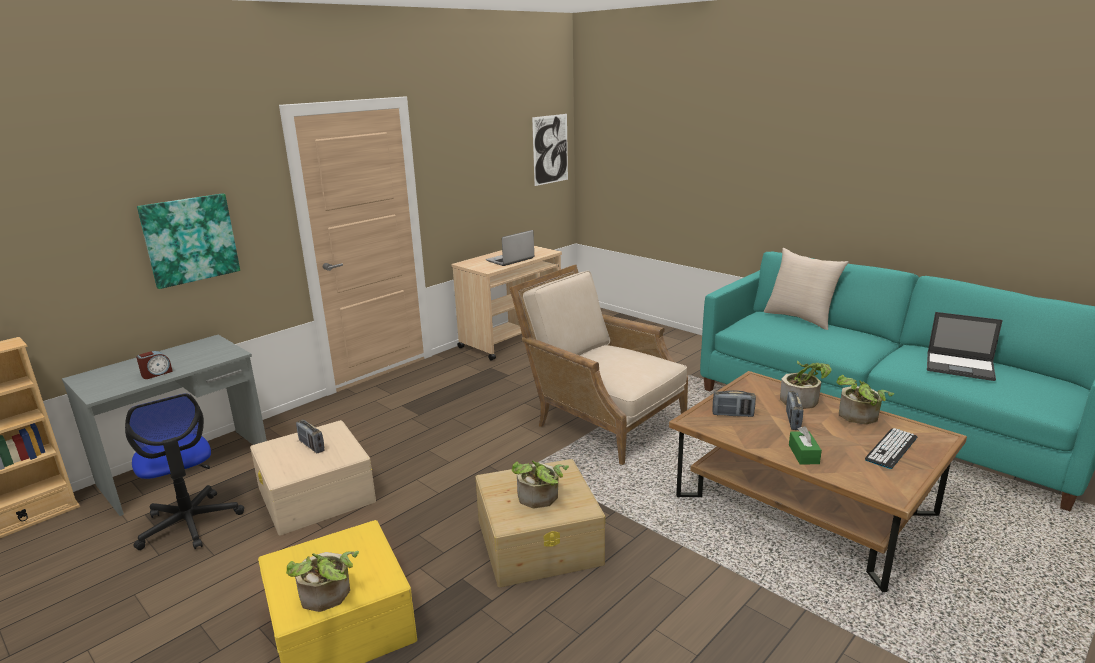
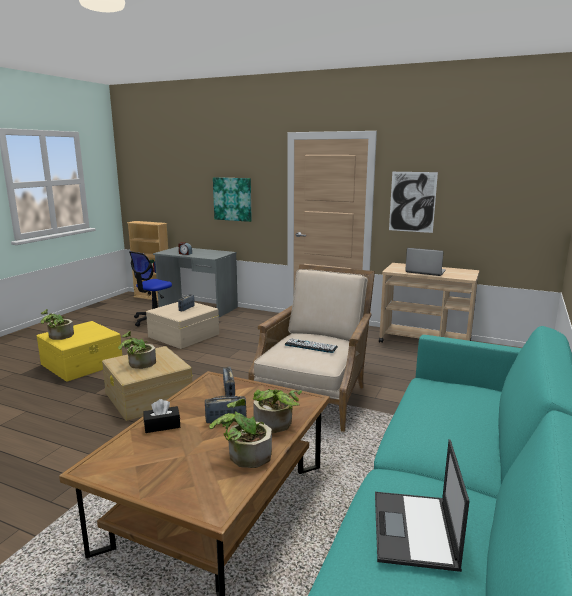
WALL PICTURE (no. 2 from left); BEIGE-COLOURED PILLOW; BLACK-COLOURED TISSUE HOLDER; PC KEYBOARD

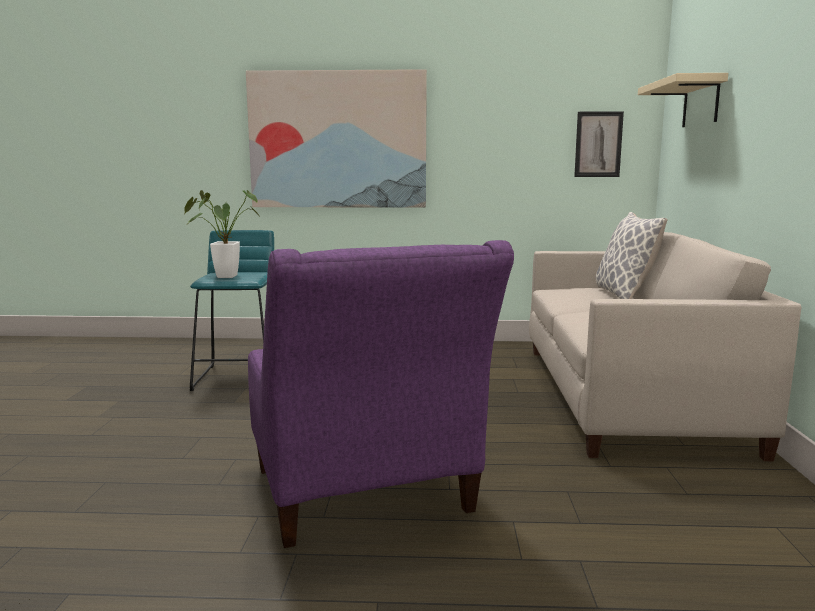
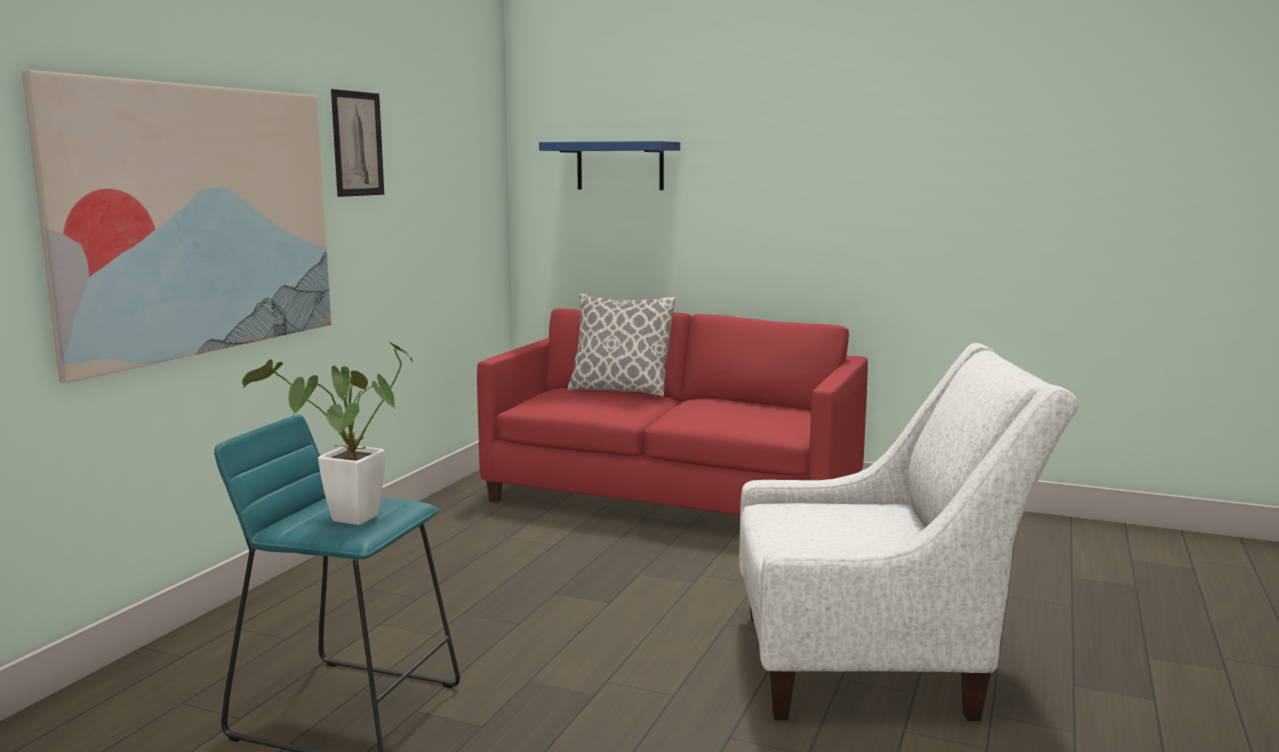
BLUISH SHELF; WALL PICTURE (no. 2 from left); REDDISH COUCH; WHITISH LOUNGE CHAIR

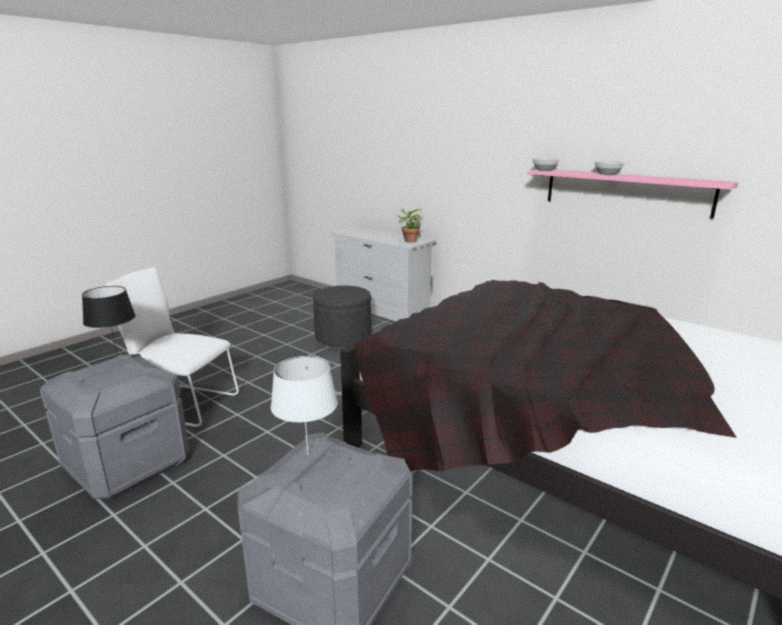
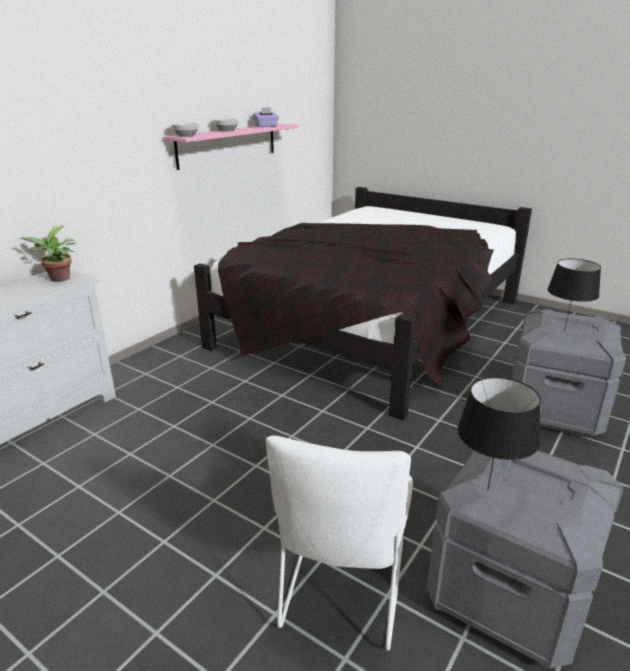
GREYISH FOOTREST; BLACK-COLOURED TABLETOP LAMP (no. 2 from left); PURPLE TISSUE HOLDER

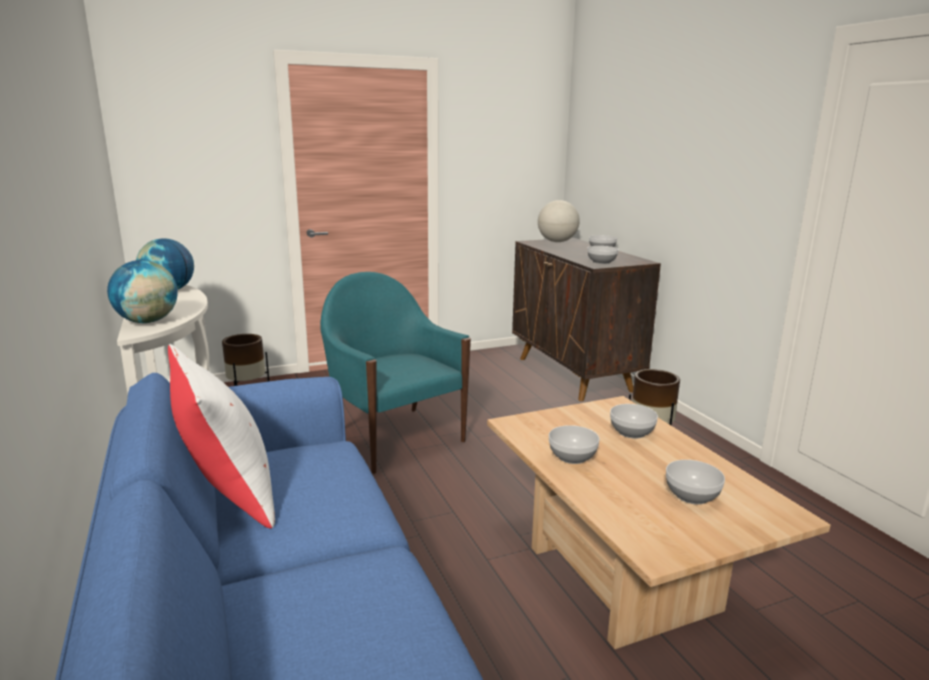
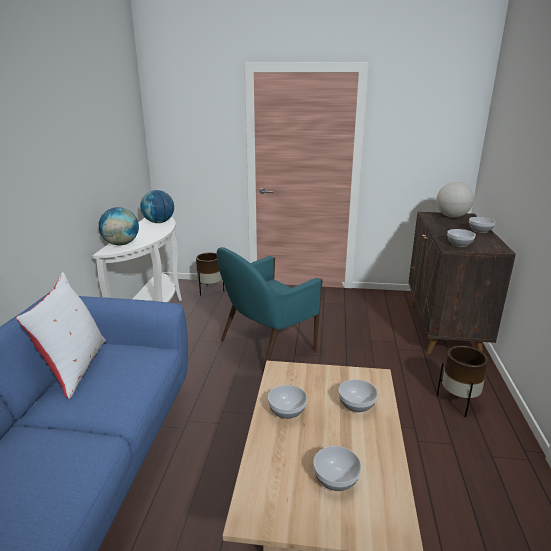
TURQUOISE-COLOURED LOUNGE CHAIR

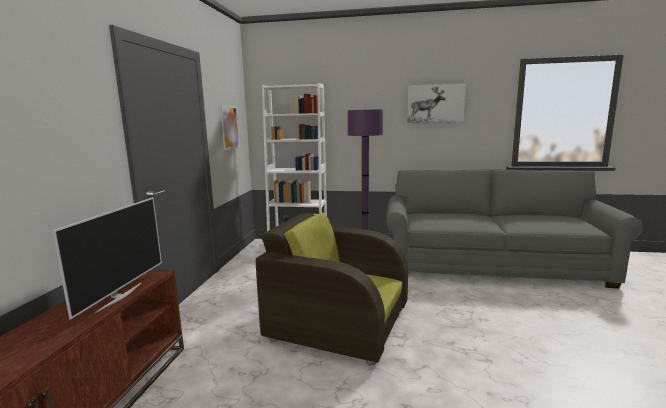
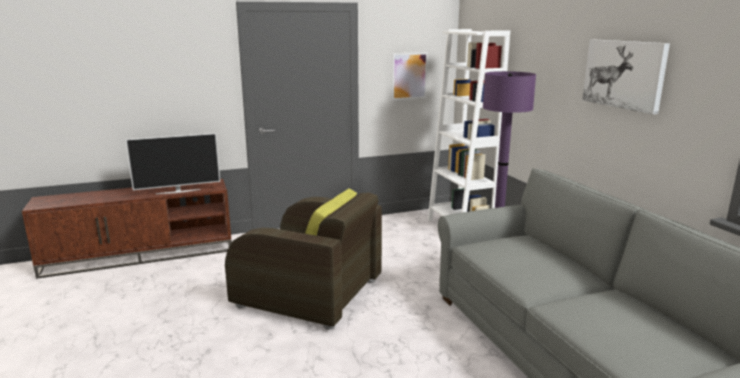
BROWNISH LOUNGE CHAIR

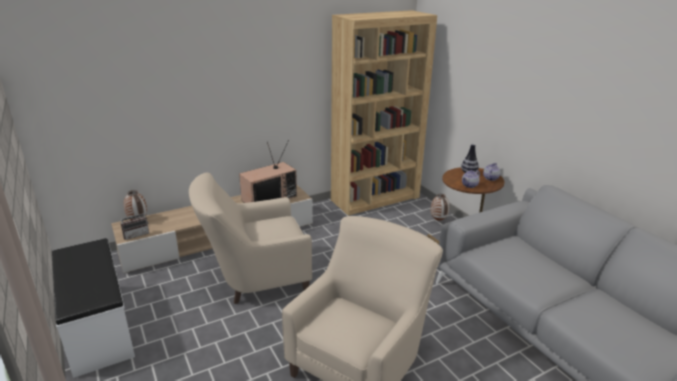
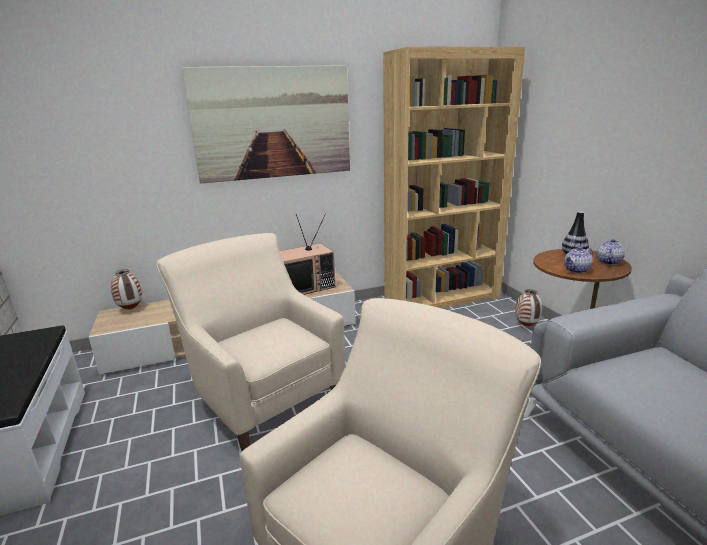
BEIGE-COLOURED LOUNGE CHAIR (no. 1 from left); RADIO RECEIVER; WALL PICTURE

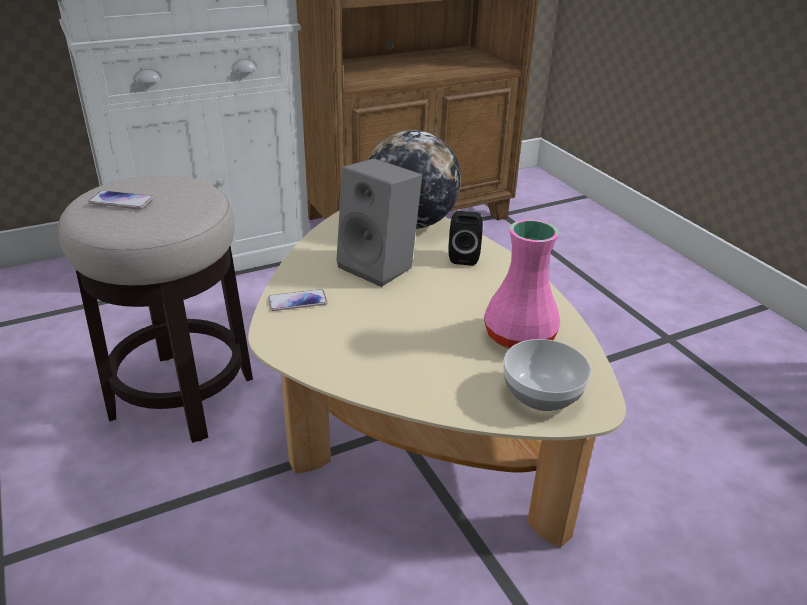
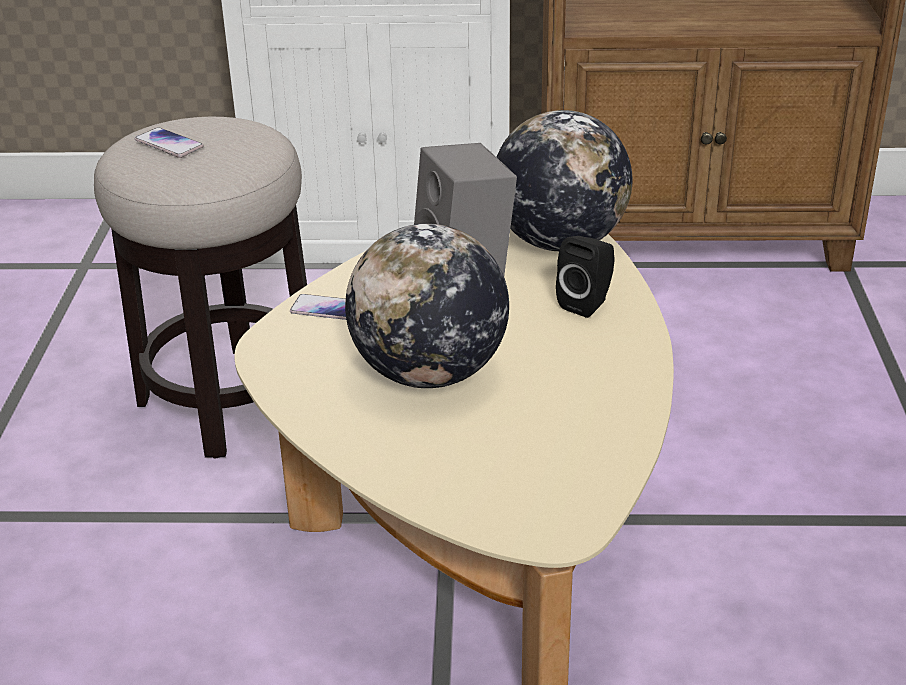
PINKISH FLOWER VASE; BOWL; WORLD GLOBE (no. 1 from left)

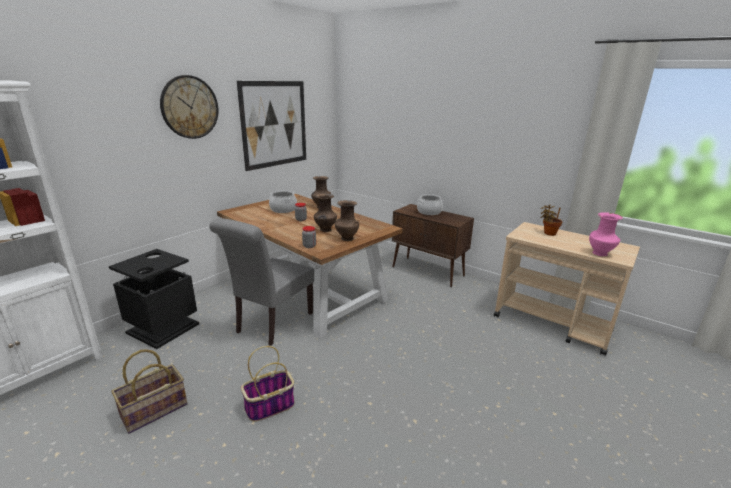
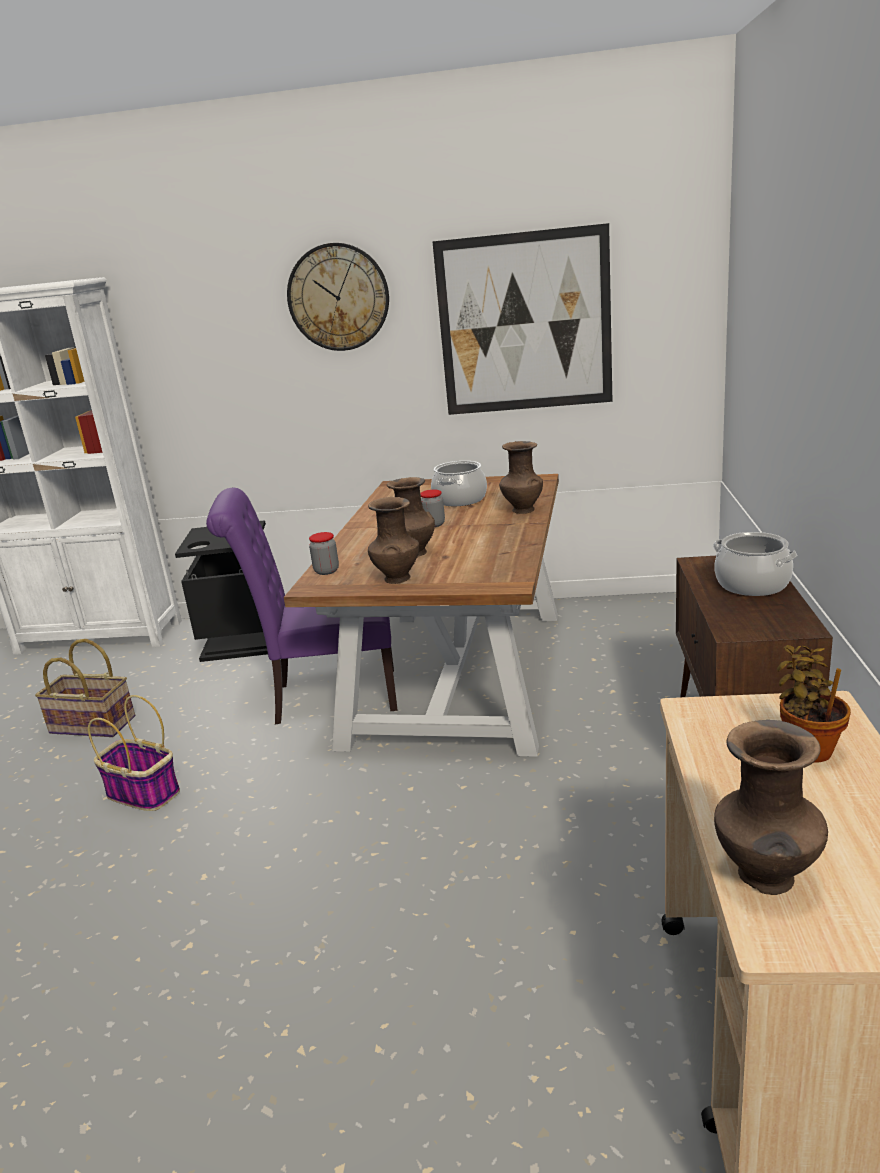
BROWNISH FLOWER VASE (no. 4 from left); PURPLE PLAIN CHAIR

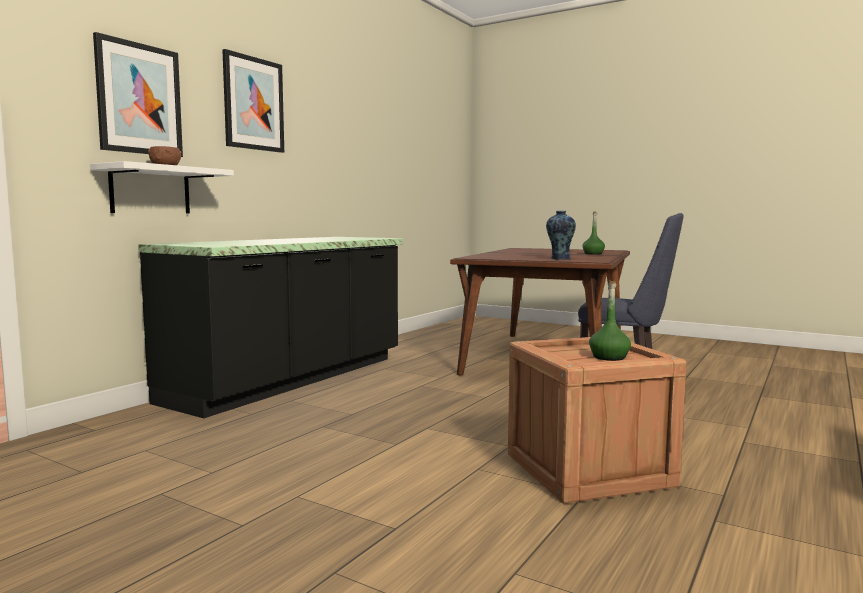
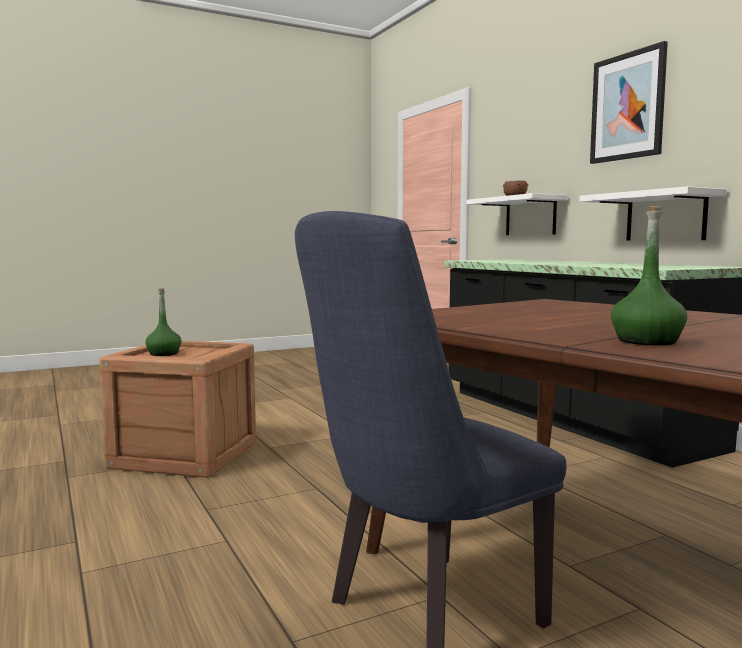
WALL PICTURE (no. 1 from left in the first image); FLOWER VASE; WHITISH SHELF (no. 2 from left)

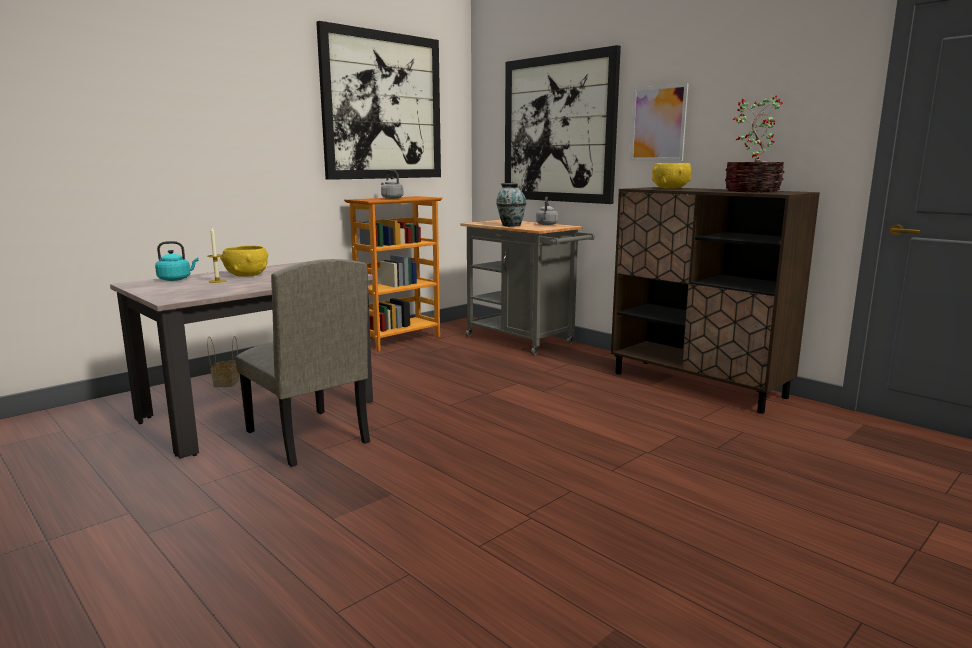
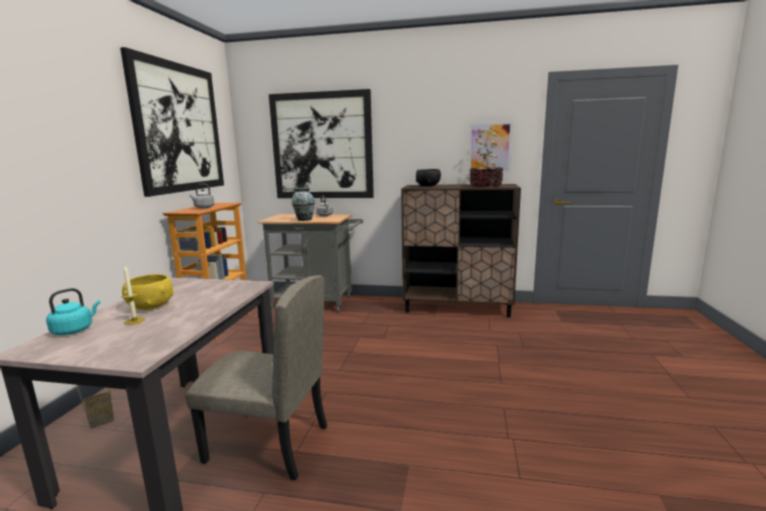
WALL PICTURE (no. 3 from left); BLACK-COLOURED BOWL

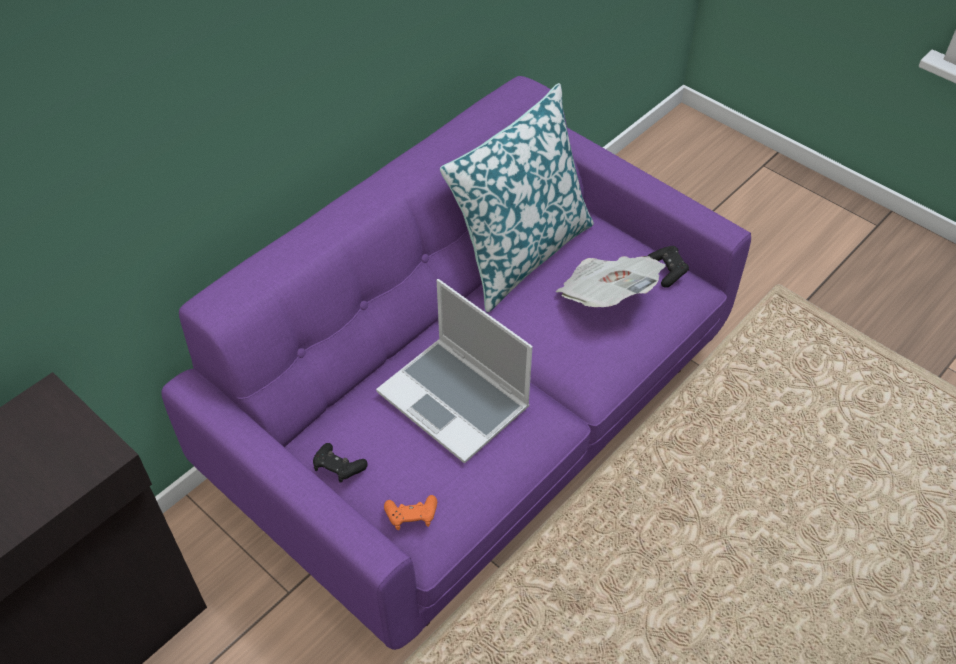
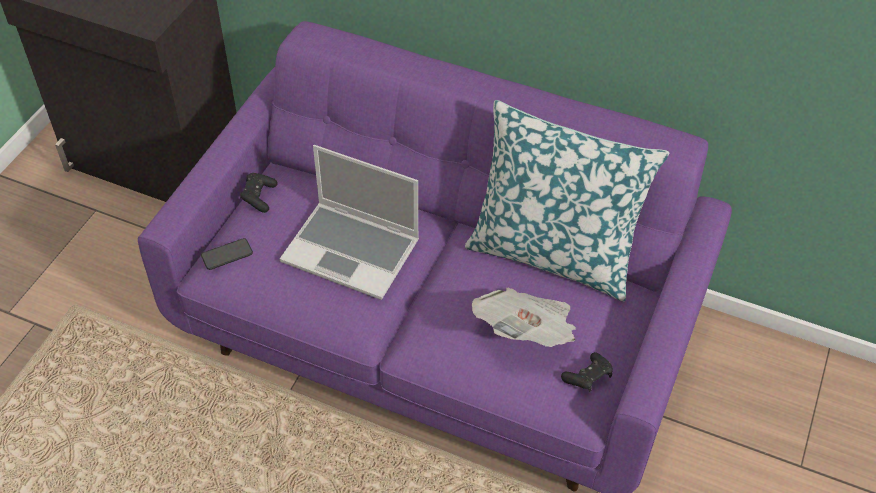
NOTEBOOK COMPUTER; TELEPHONE

